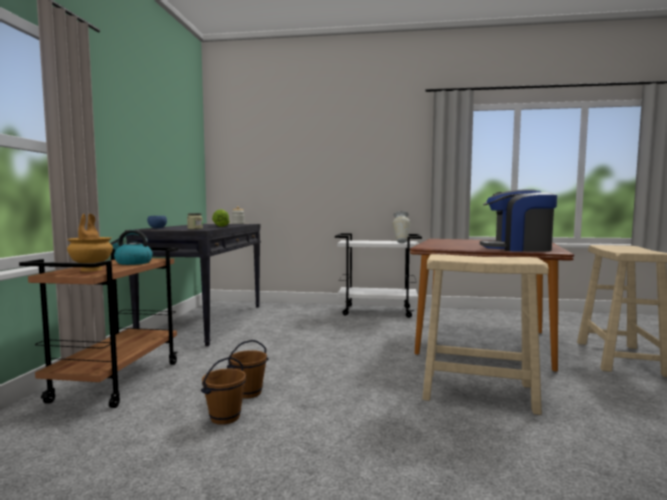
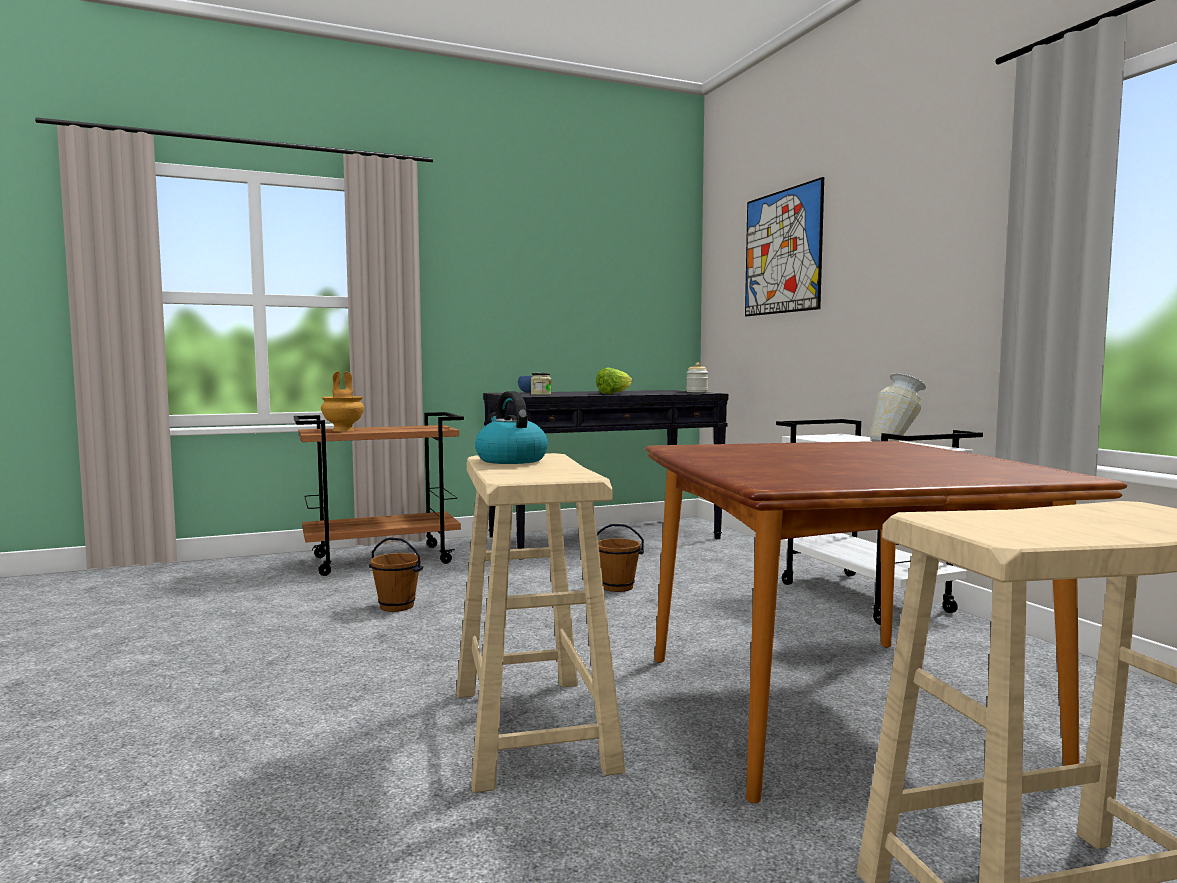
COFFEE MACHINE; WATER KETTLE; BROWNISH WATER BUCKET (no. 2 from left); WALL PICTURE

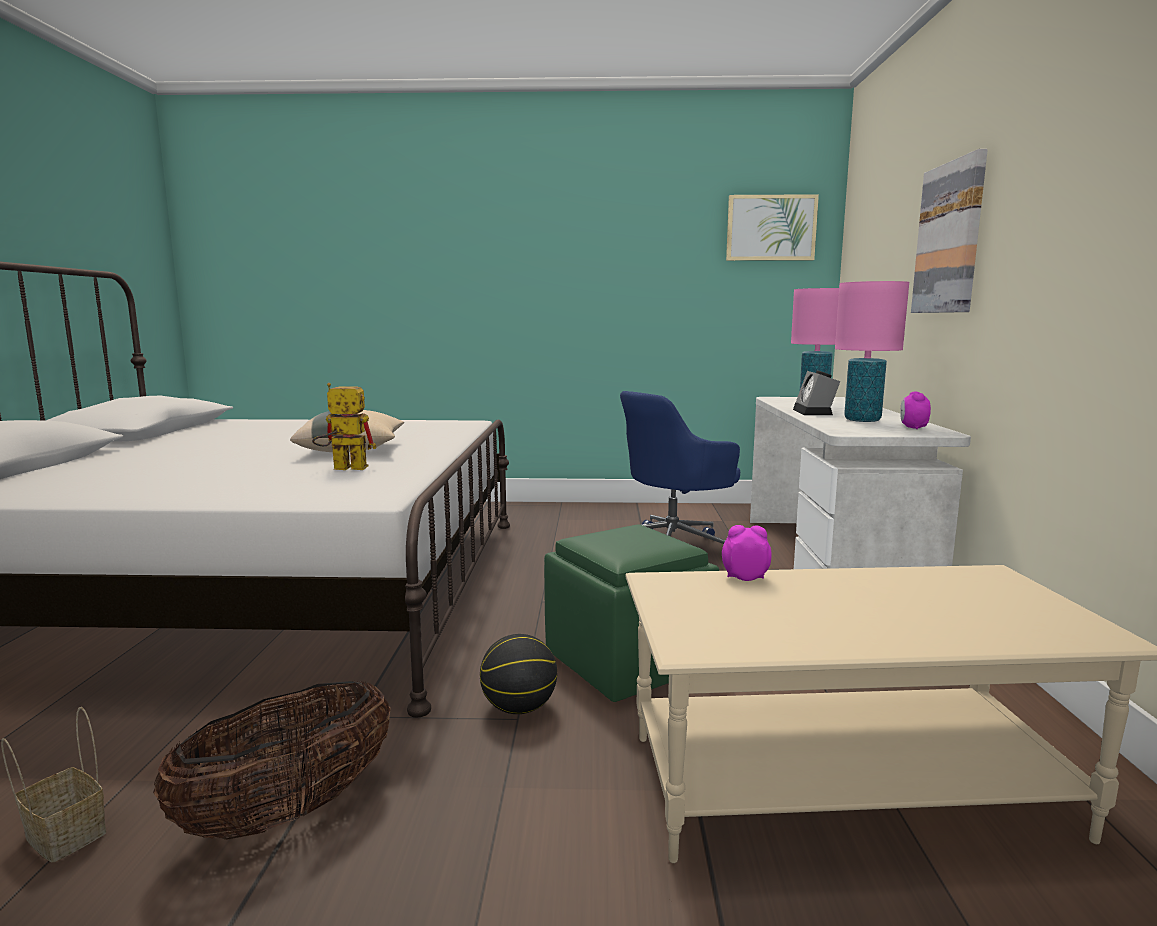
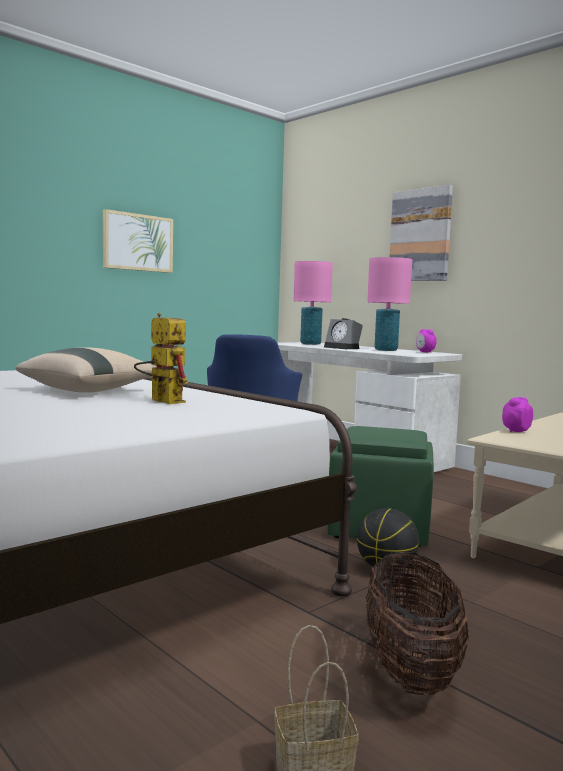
WALL PICTURE (no. 1 from left); TOY ROBOT

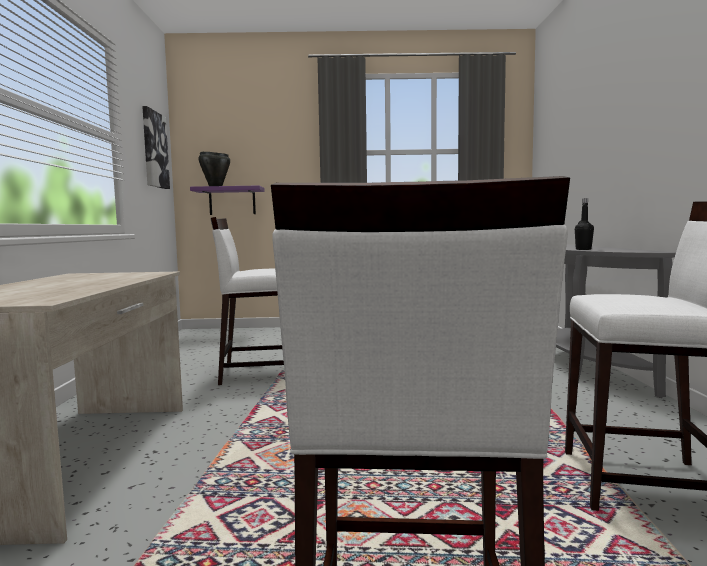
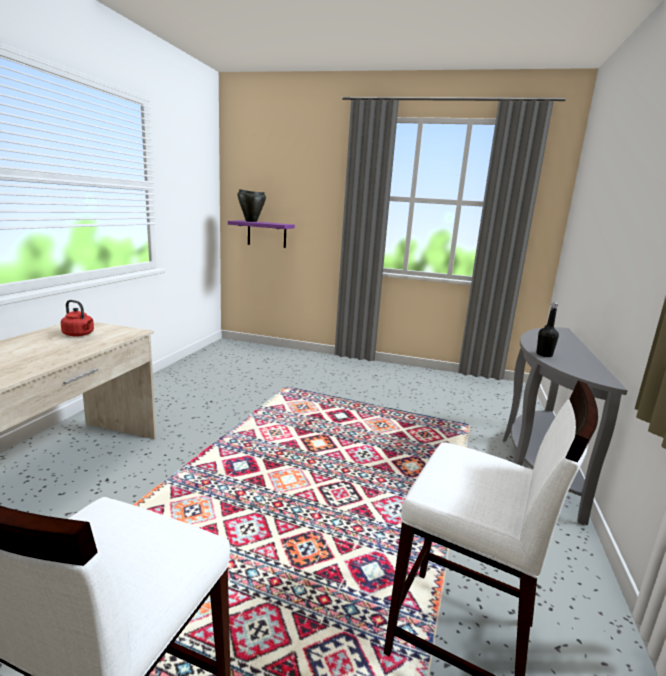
WALL PICTURE; WHITISH STOOL (no. 1 from left in the first image); REDDISH WATER KETTLE

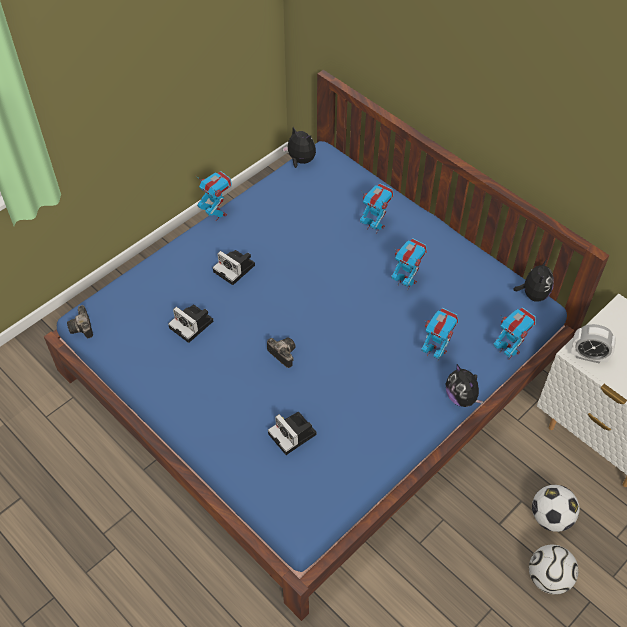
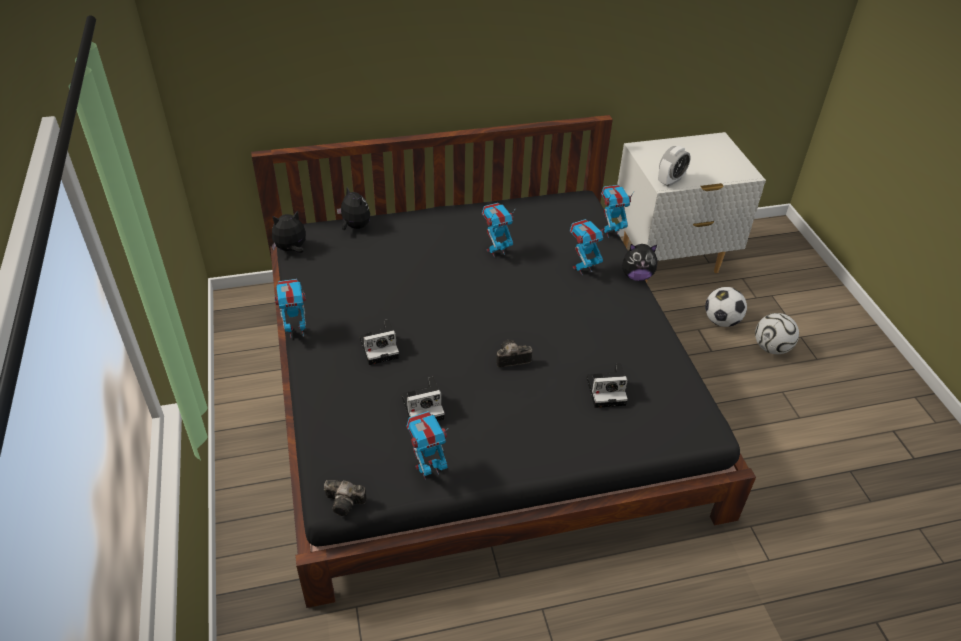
BLACK-COLOURED SLEEPING BED; TOY ROBOT (no. 2 from left); CUDDLY TOY (no. 2 from left)

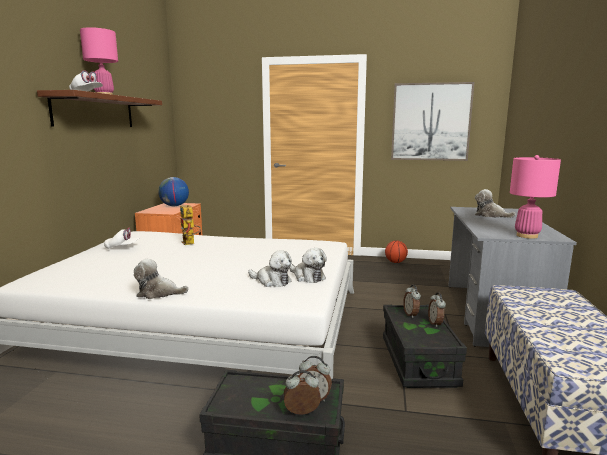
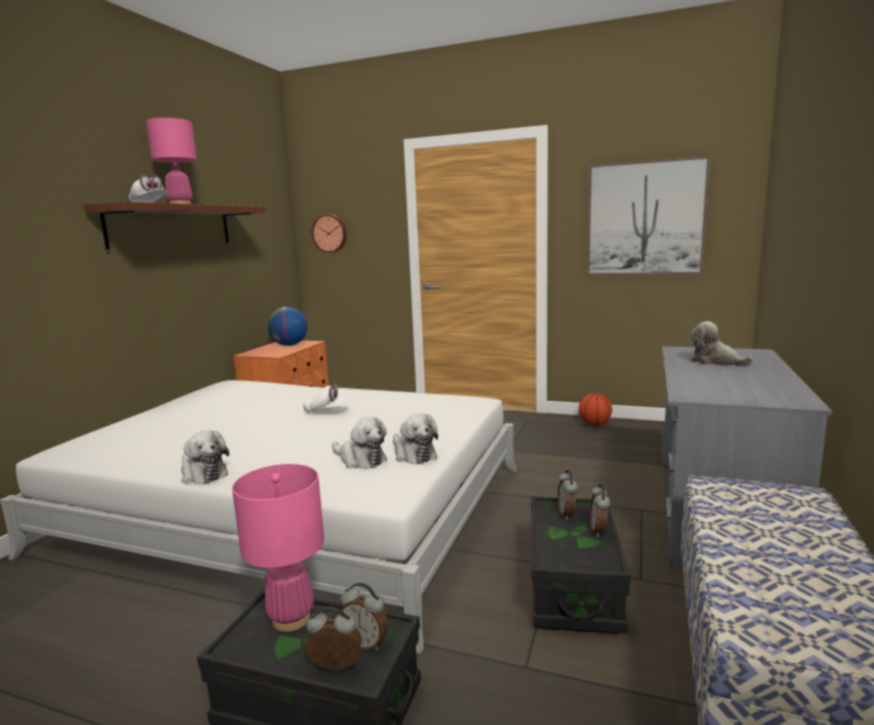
PINKISH TABLETOP LAMP (no. 2 from left); TOY ROBOT; WHITISH BASEBALL CAP (no. 2 from left); CUDDLY TOY (no. 1 from left); HANGING CLOCK

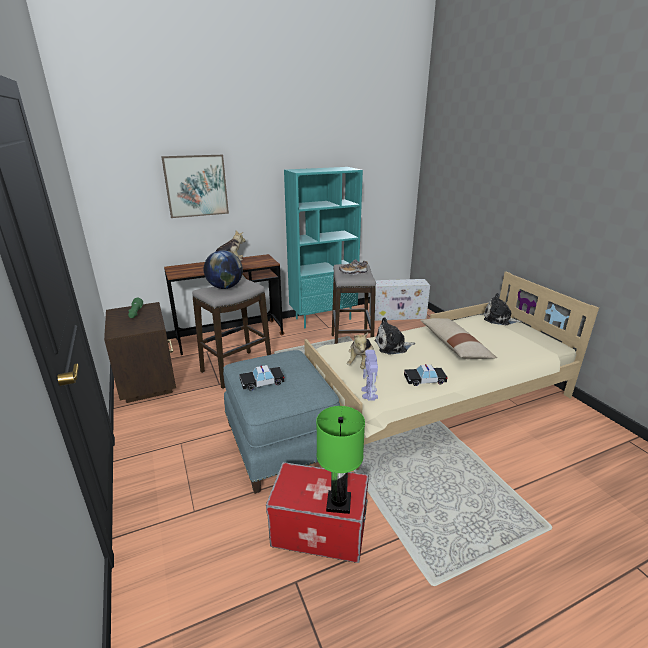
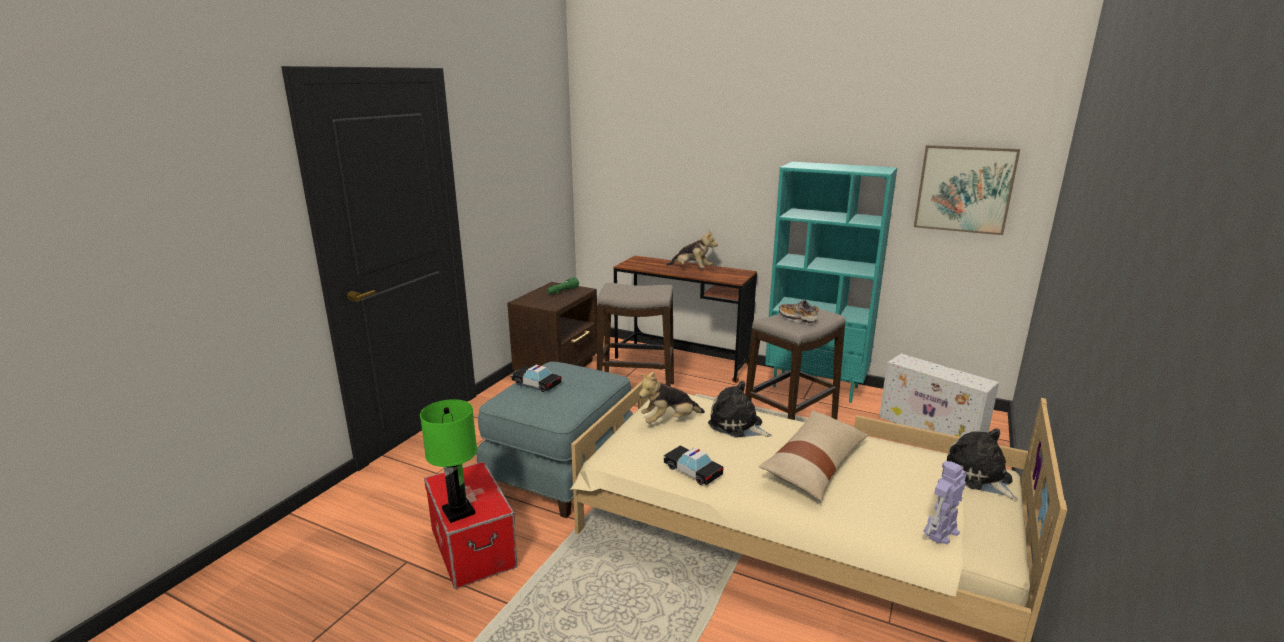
WALL PICTURE; WORLD GLOBE; TOY ROBOT

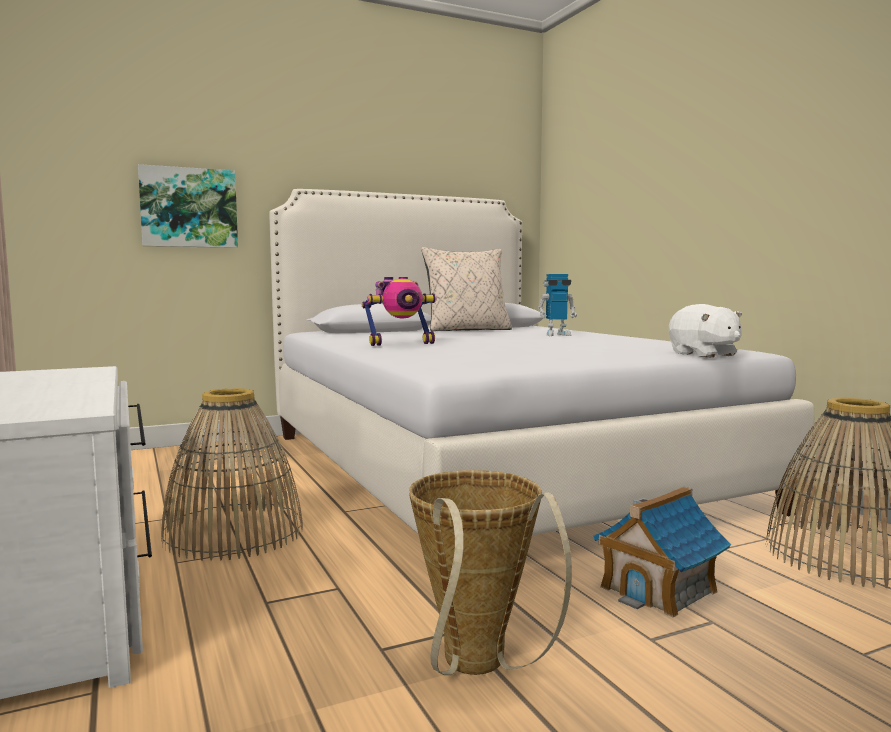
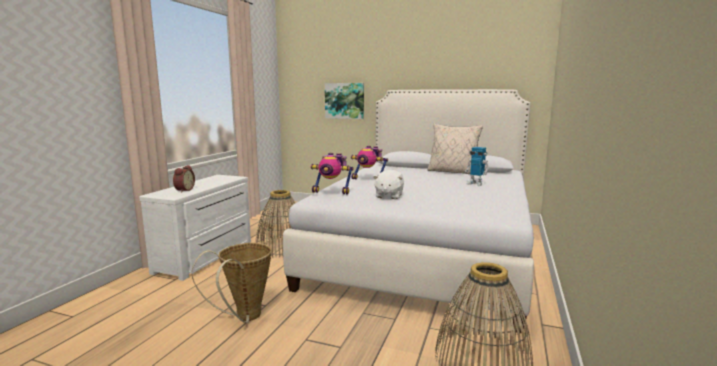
WHITISH CUDDLY TOY; MINIATURE HOUSE; TOY ROBOT (no. 1 from left); TABLE CLOCK

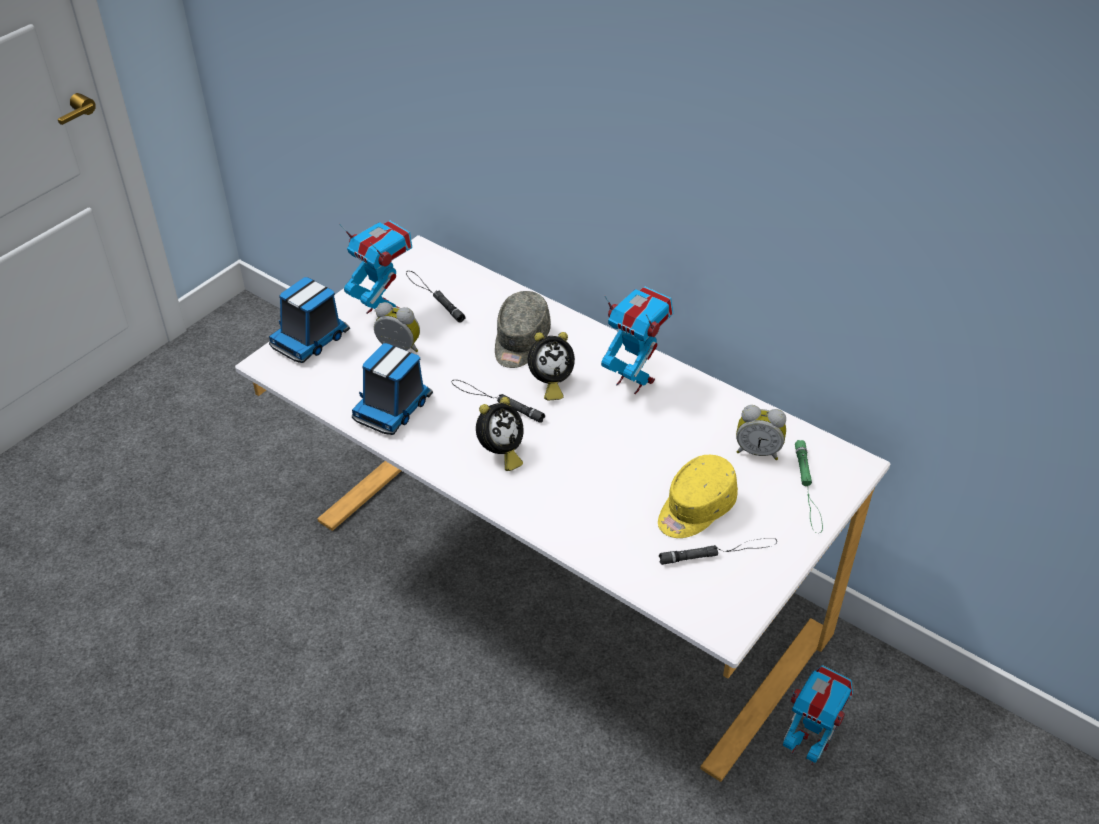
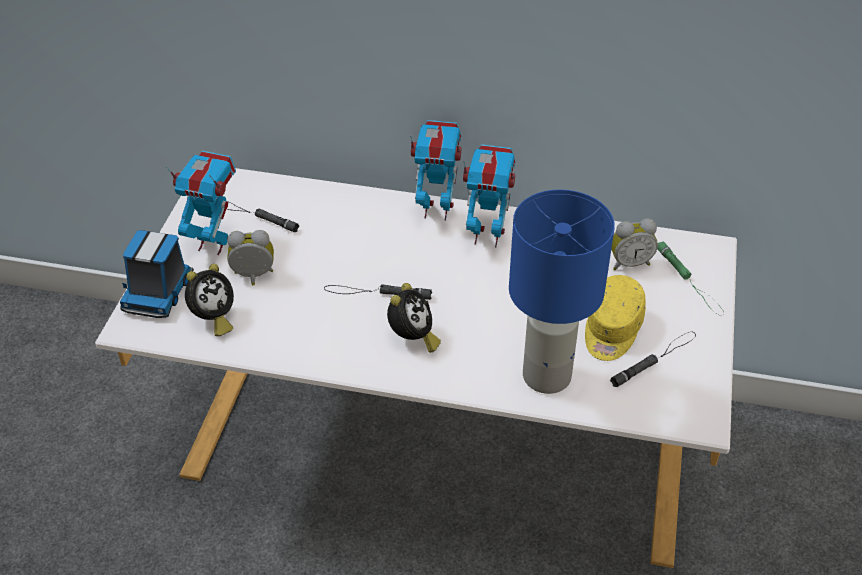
GREYISH BASEBALL CAP; TABLE CLOCK (no. 1 from left); TOY LORRY (no. 2 from left in the first image); TOY ROBOT (no. 2 from left); BLUISH TABLETOP LAMP

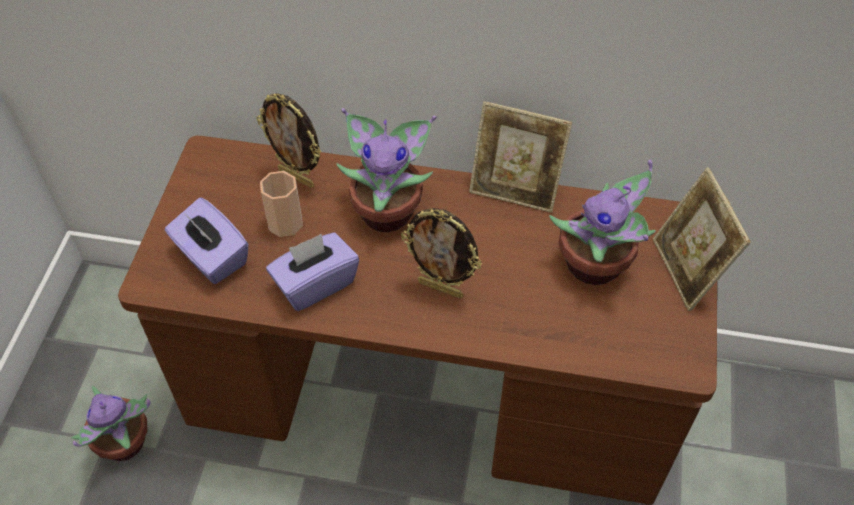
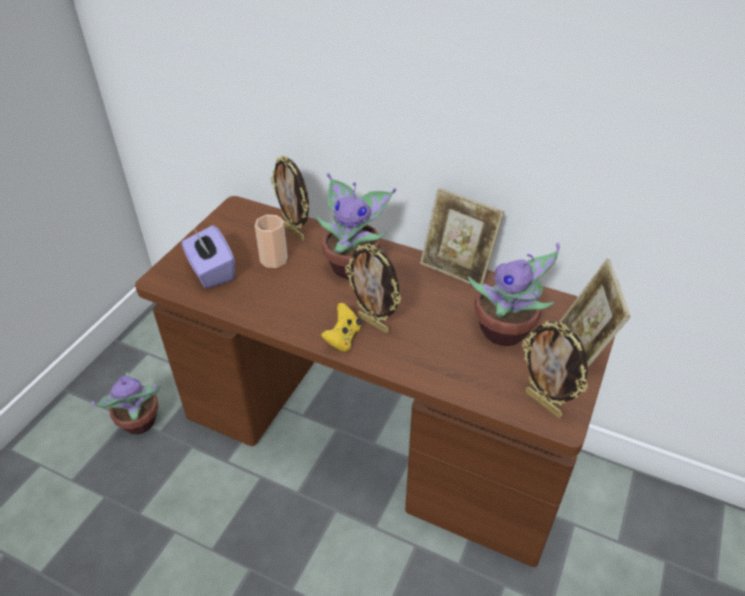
PURPLE TISSUE HOLDER (no. 2 from left in the first image); YELLOW GAME CONTROLLER; STANDING FRAME (no. 4 from left)

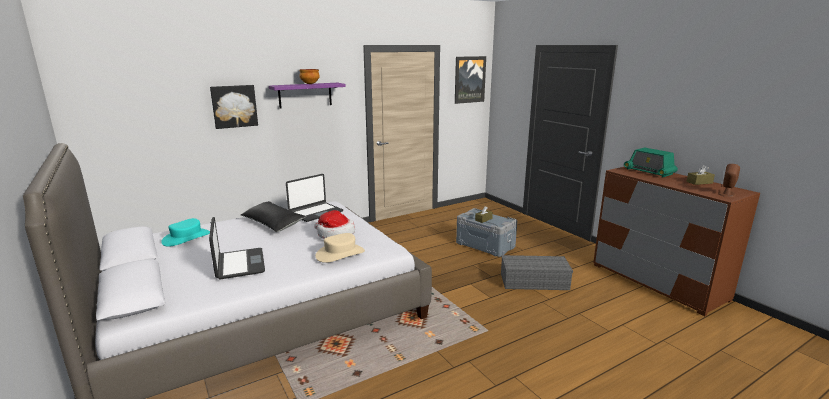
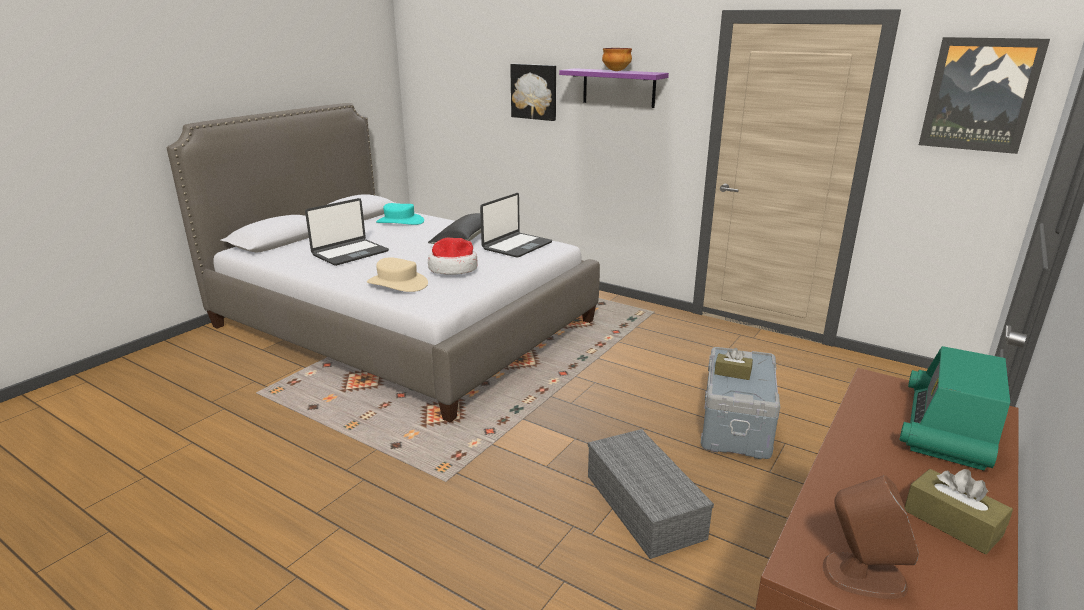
NOTEBOOK COMPUTER (no. 2 from left)

